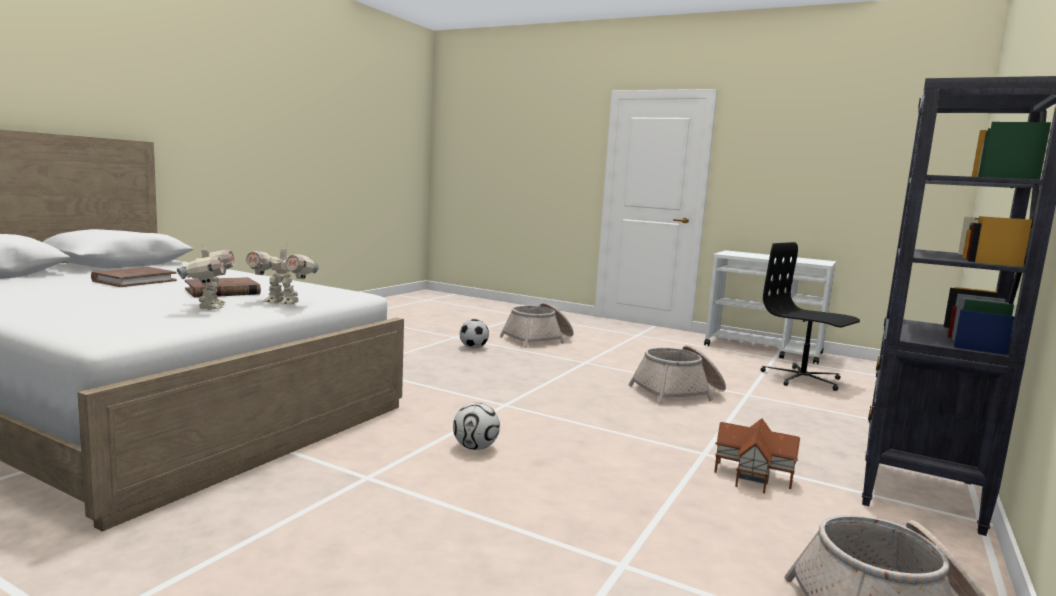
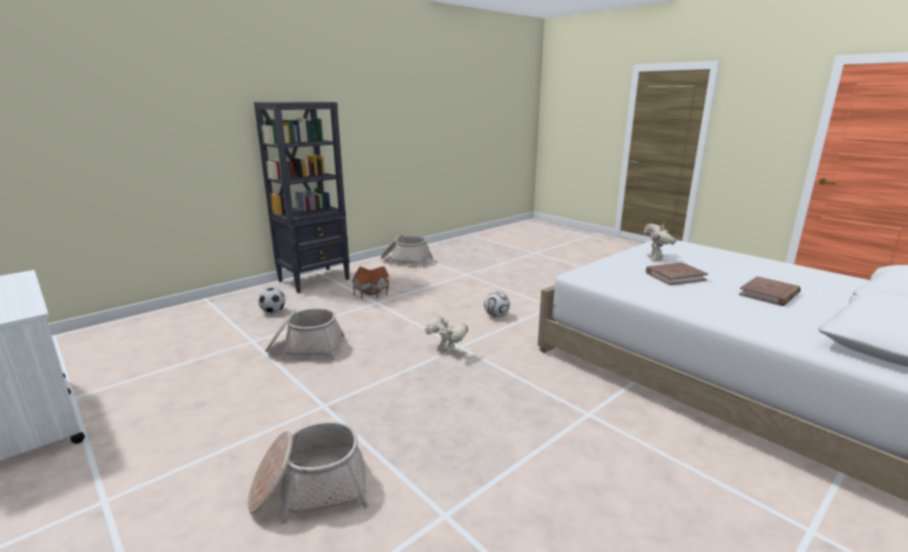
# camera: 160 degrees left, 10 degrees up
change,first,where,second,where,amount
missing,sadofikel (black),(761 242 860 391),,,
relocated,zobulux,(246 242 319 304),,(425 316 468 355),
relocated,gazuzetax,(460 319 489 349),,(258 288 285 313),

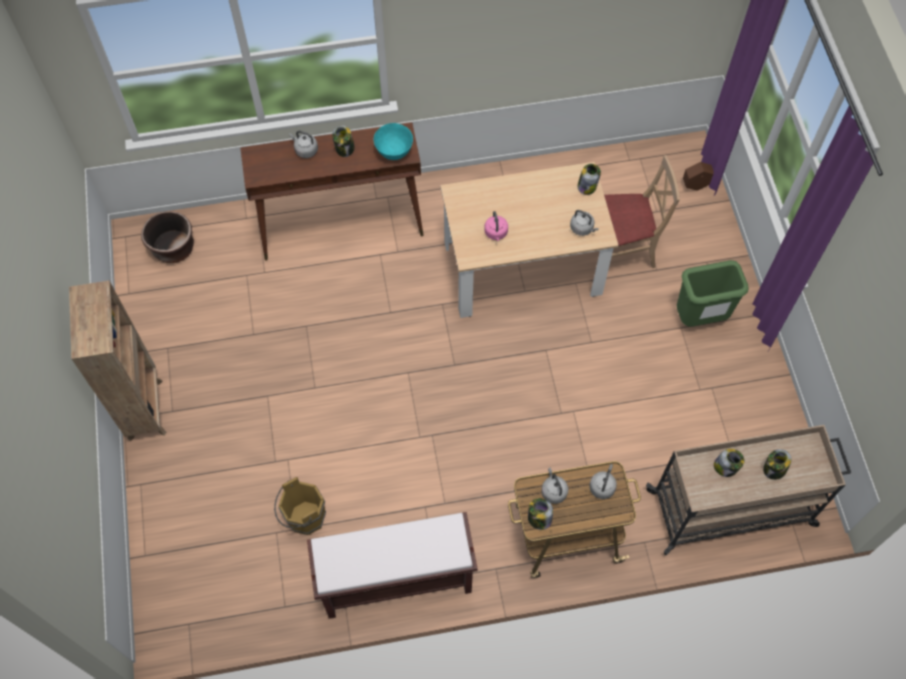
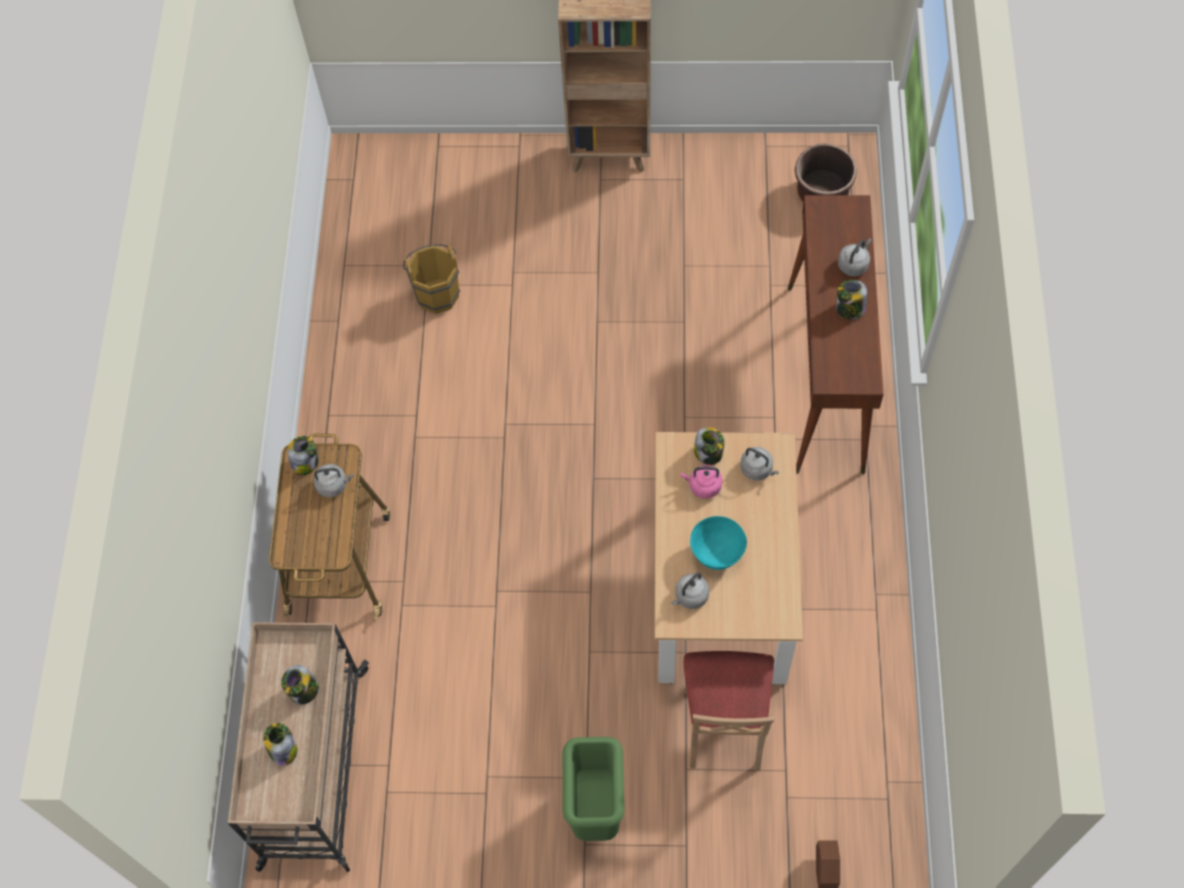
# camera: 105 degrees right, 0 degrees up
change,first,where,second,where,amount
missing,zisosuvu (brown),(307 512 478 619),,,
relocated,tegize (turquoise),(374 123 413 160),,(690 516 747 570),
relocated,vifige,(577 164 601 195),,(694 427 724 465),
relocated,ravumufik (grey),(589 464 617 499),,(740 447 779 480),

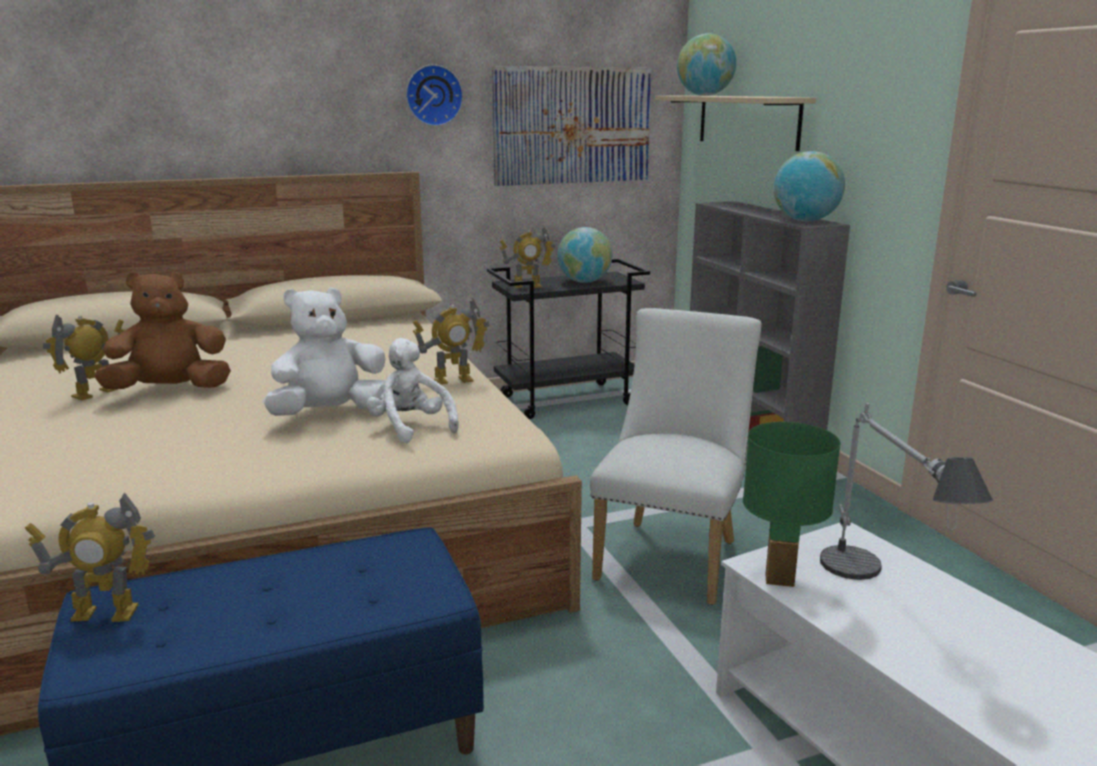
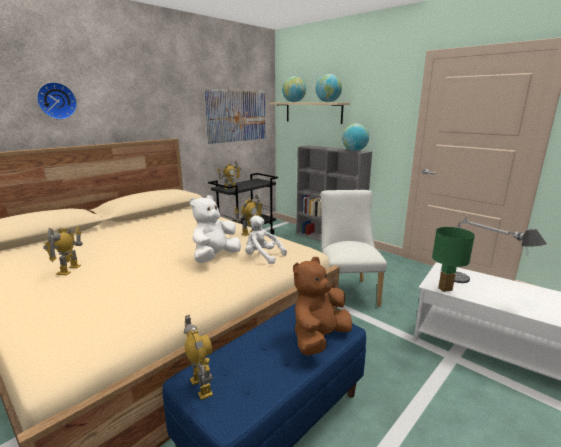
# camera: 25 degrees left, 0 degrees up
change,first,where,second,where,amount
relocated,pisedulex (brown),(94 272 231 389),,(293 257 352 356),
relocated,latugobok,(406 64 463 126),,(37 82 77 120),
relocated,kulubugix,(557 227 613 283),,(316 74 342 102),
spun,zobulux,(25 493 155 622),,(184 315 213 400),90 degrees counterclockwise

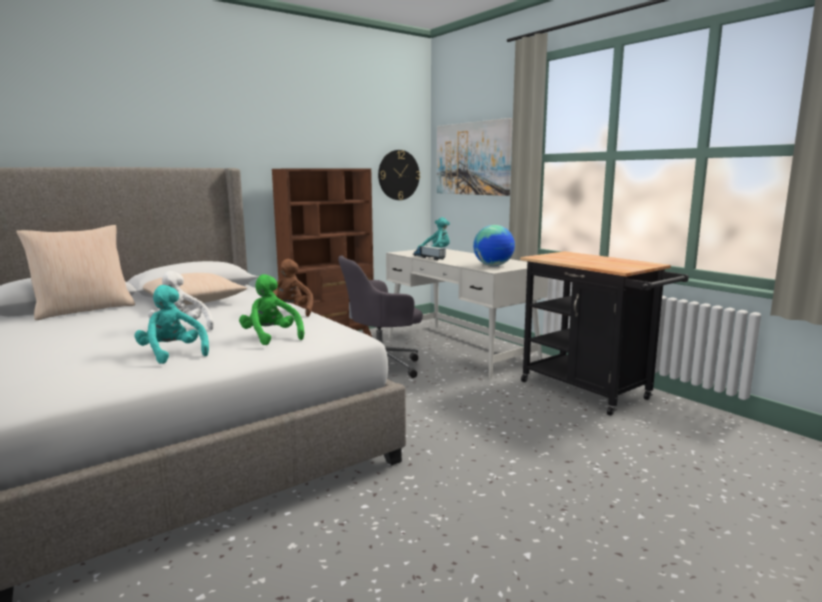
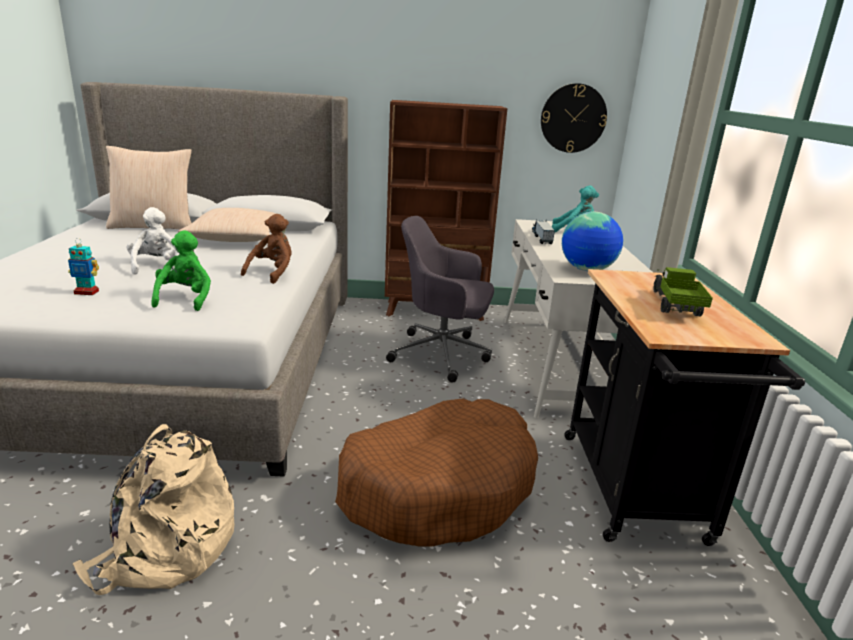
# camera: 35 degrees right, 10 degrees up
change,first,where,second,where,amount
missing,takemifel,(437 118 512 196),,,
appeared,,,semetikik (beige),(72 424 234 595),
appeared,,,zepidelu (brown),(335 398 538 547),
appeared,,,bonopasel,(653 267 713 316),
exchanged,pisedulex (turquoise),(134 285 209 364),zobulux,(68 238 99 295),

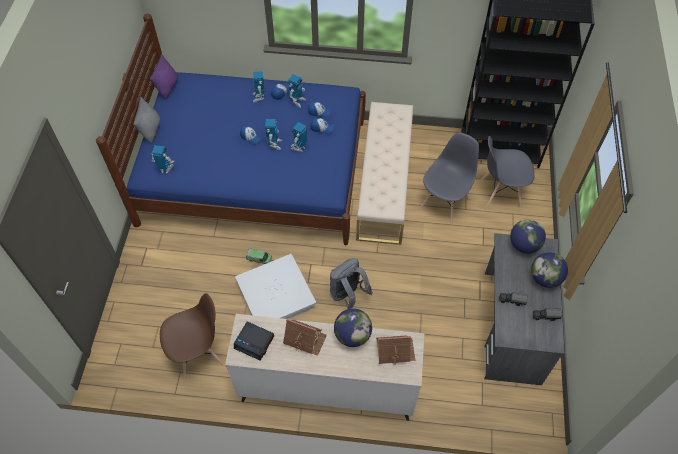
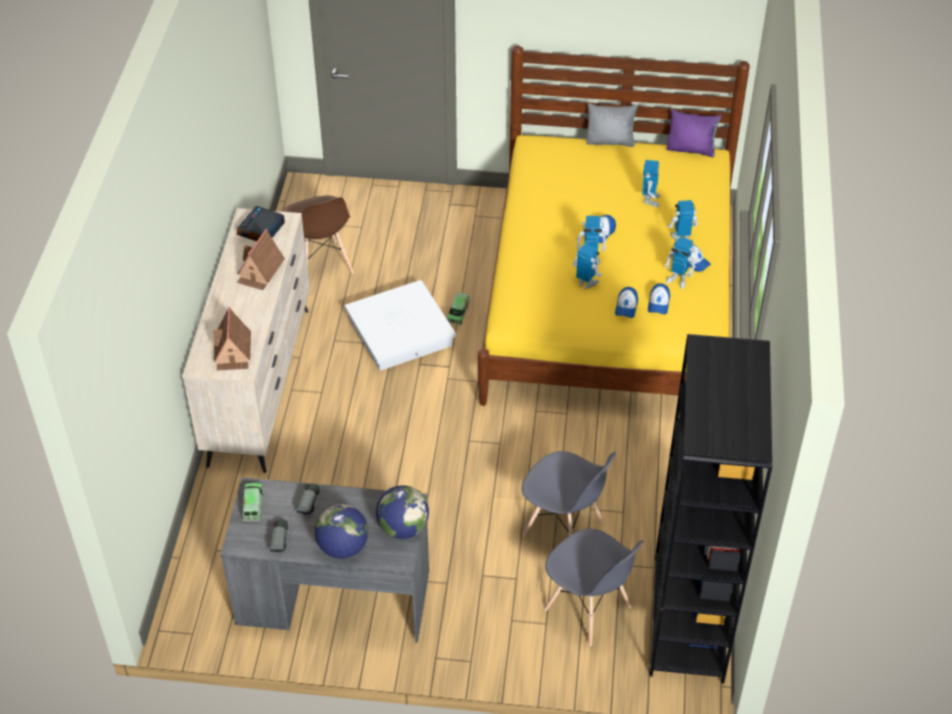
# camera: 90 degrees right, 10 degrees down
change,first,where,second,where,amount
missing,semetikik (grey),(330 258 373 309),,,
missing,kulubugix,(334 308 372 347),,,
missing,zisosuvu (beige),(356 102 413 245),,,
appeared,,,bonopasel,(242 483 263 521),
relocated,zobulux,(151 145 174 174),,(642 160 660 207),
colour,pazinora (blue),(96 13 366 246),pazinora (yellow),(478 46 750 406),
spun,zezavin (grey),(481 136 535 209),,(544 528 644 646),135 degrees clockwise

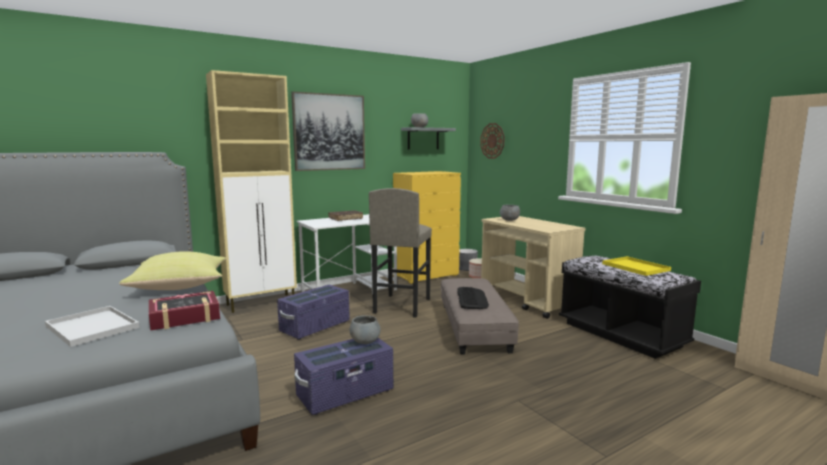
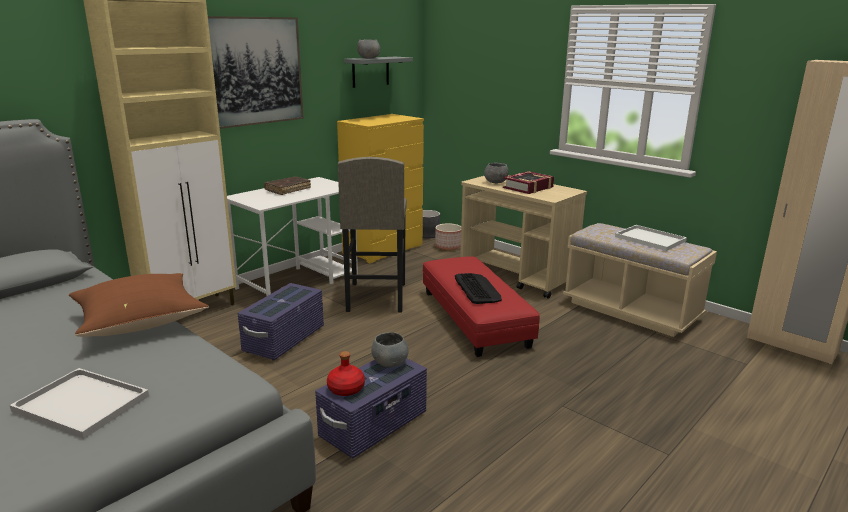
# camera: 15 degrees left, 10 degrees up
change,first,where,second,where,amount
missing,latugobok,(480 123 505 159),,,
appeared,,,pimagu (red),(327 351 365 396),
relocated,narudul,(149 291 220 331),,(503 171 554 194),
colour,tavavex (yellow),(119 251 226 290),tavavex (brown),(69 273 209 337),
colour,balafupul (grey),(441 278 519 355),balafupul (red),(423 256 540 357),
colour,zisosuvu (black),(559 256 701 359),zisosuvu (beige),(563 223 717 337),
colour,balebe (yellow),(602 256 671 276),balebe (white),(615 225 687 251),

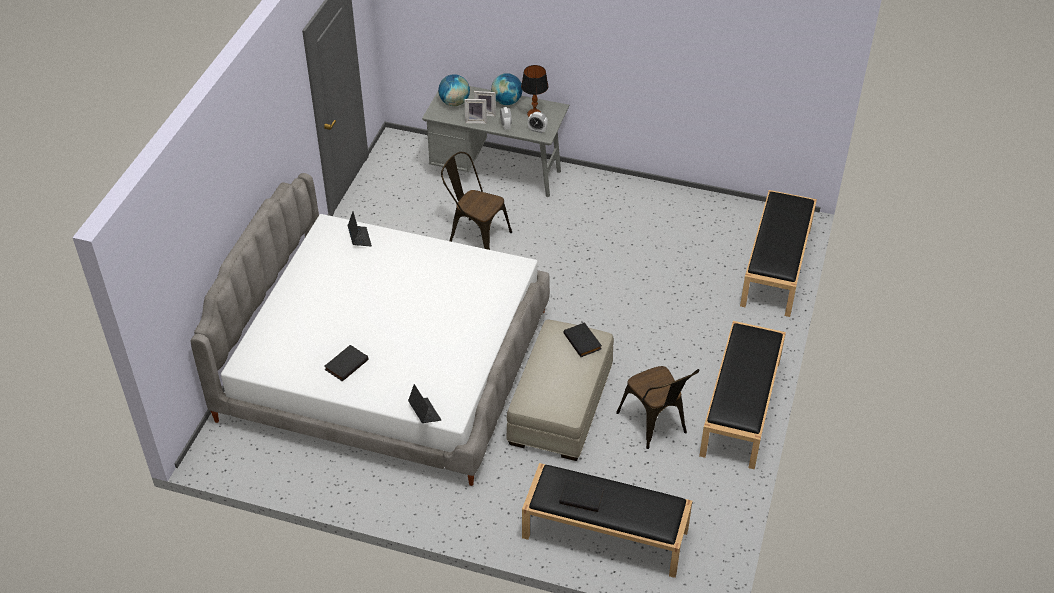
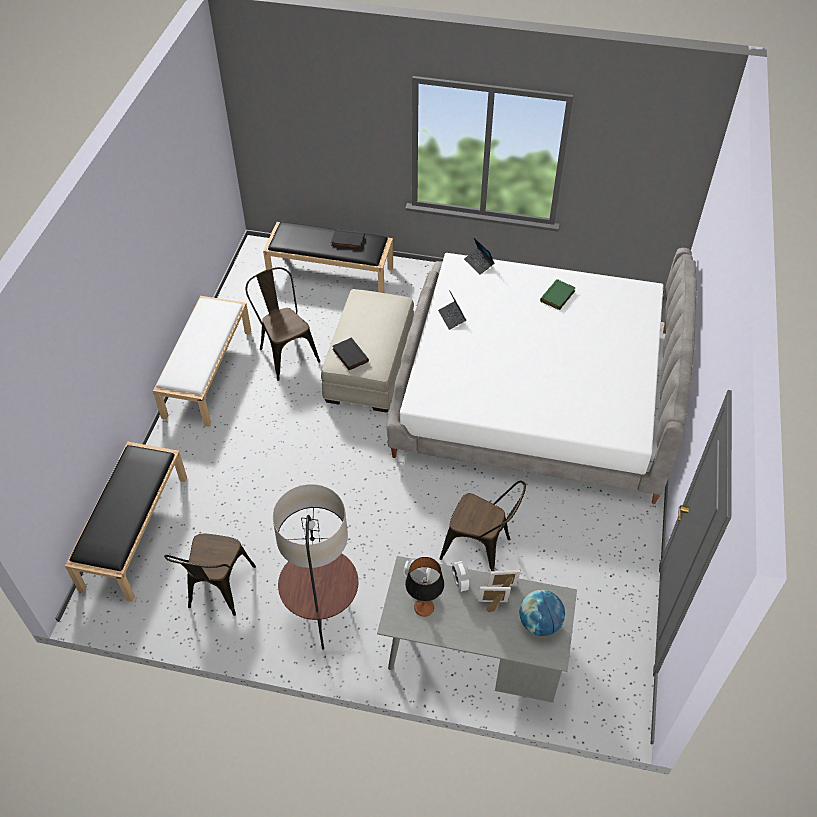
# camera: 175 degrees right, 5 degrees up
change,first,where,second,where,amount
missing,kulubugix,(491 73 523 105),,,
appeared,,,zezavin (brown),(164 534 256 616),
appeared,,,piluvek,(273 484 358 650),
relocated,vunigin,(348 211 372 246),,(438 290 466 330),
colour,narudul (black),(324 345 369 381),narudul (green),(540 279 576 310),
colour,zisosuvu (black),(699 321 786 469),zisosuvu (white),(153 296 251 427),

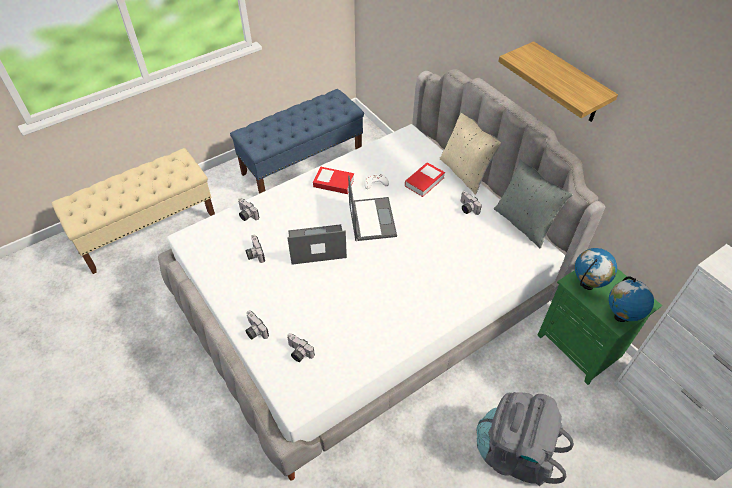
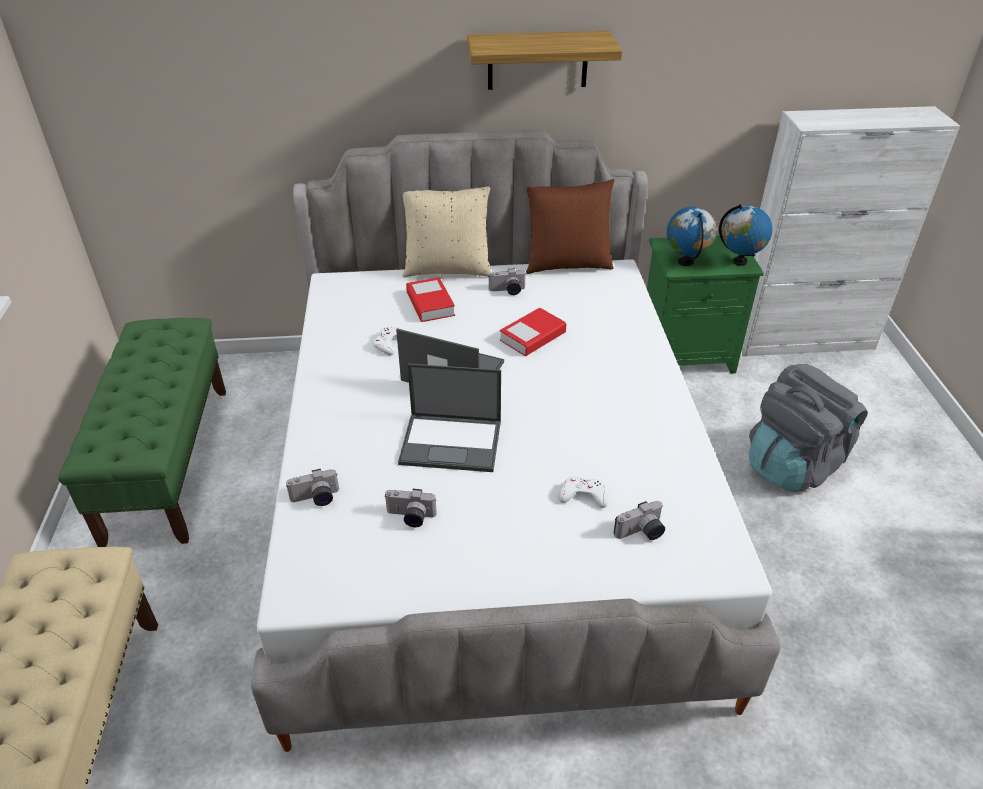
# camera: 60 degrees left, 10 degrees down
change,first,where,second,where,amount
missing,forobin,(245 310 269 340),,,
appeared,,,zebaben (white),(558 476 608 508),
relocated,narudul,(313 166 354 194),,(500 308 567 356),
colour,zisosuvu (blue),(230 89 364 194),zisosuvu (green),(58 318 226 547),
colour,tavavex (grey),(494 159 573 249),tavavex (brown),(526 179 615 274),
spun,vunigin,(287 224 347 265),,(398 364 501 472),105 degrees counterclockwise

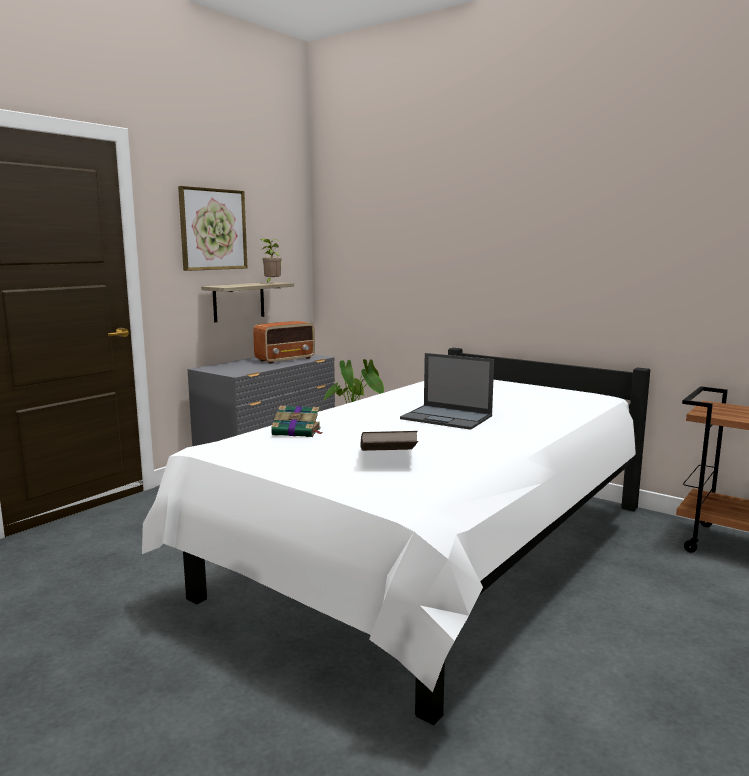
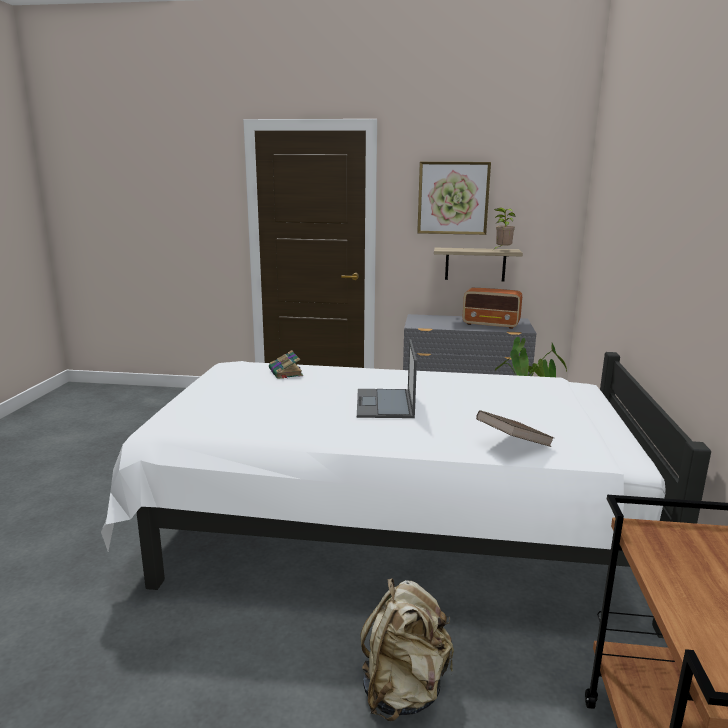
# camera: 60 degrees right, 5 degrees up
change,first,where,second,where,amount
appeared,,,semetikik (beige),(361 578 454 721),
relocated,narudul (brown),(360 431 418 451),,(476 410 554 447),

